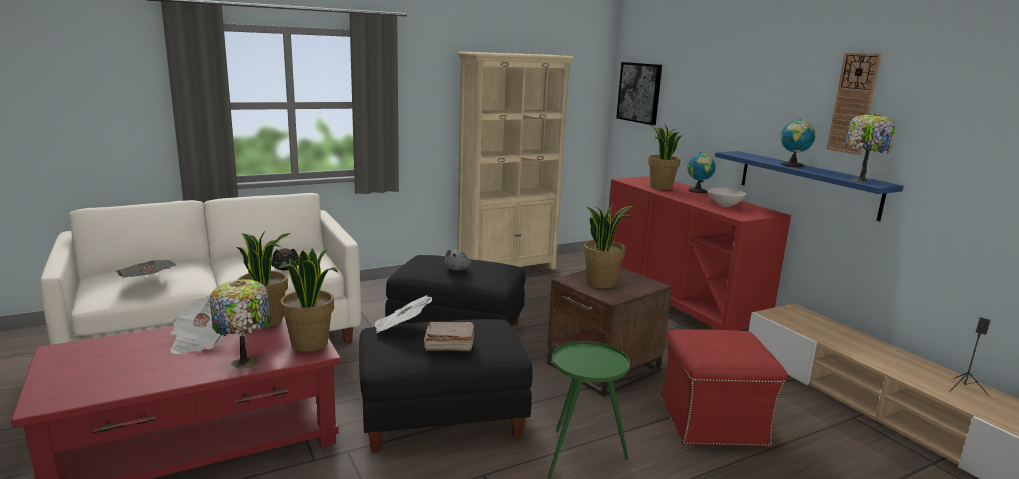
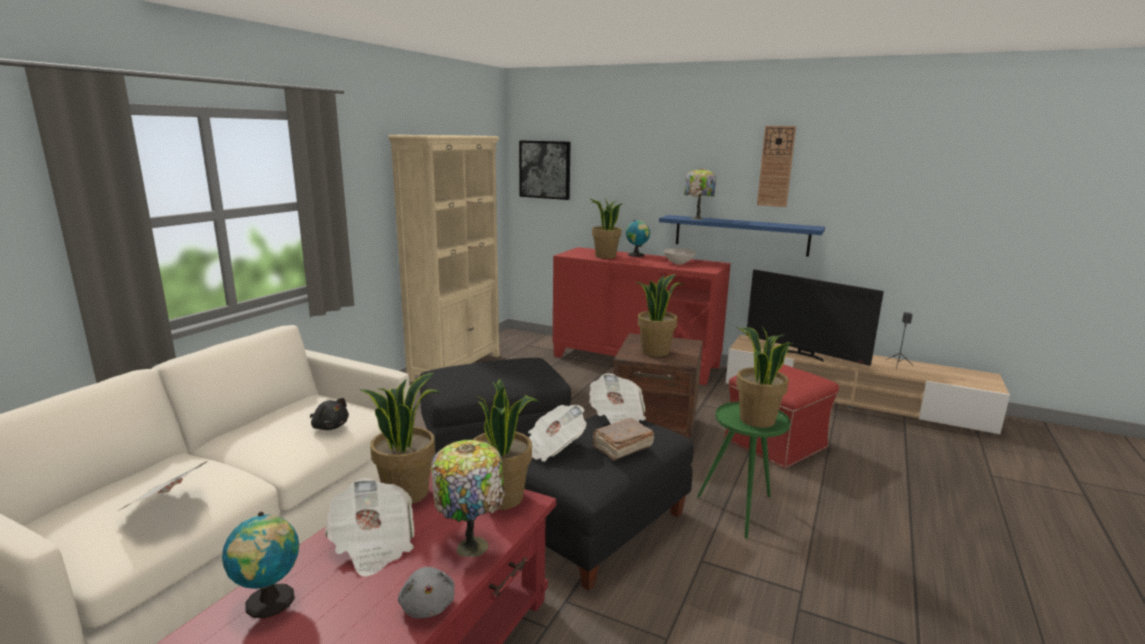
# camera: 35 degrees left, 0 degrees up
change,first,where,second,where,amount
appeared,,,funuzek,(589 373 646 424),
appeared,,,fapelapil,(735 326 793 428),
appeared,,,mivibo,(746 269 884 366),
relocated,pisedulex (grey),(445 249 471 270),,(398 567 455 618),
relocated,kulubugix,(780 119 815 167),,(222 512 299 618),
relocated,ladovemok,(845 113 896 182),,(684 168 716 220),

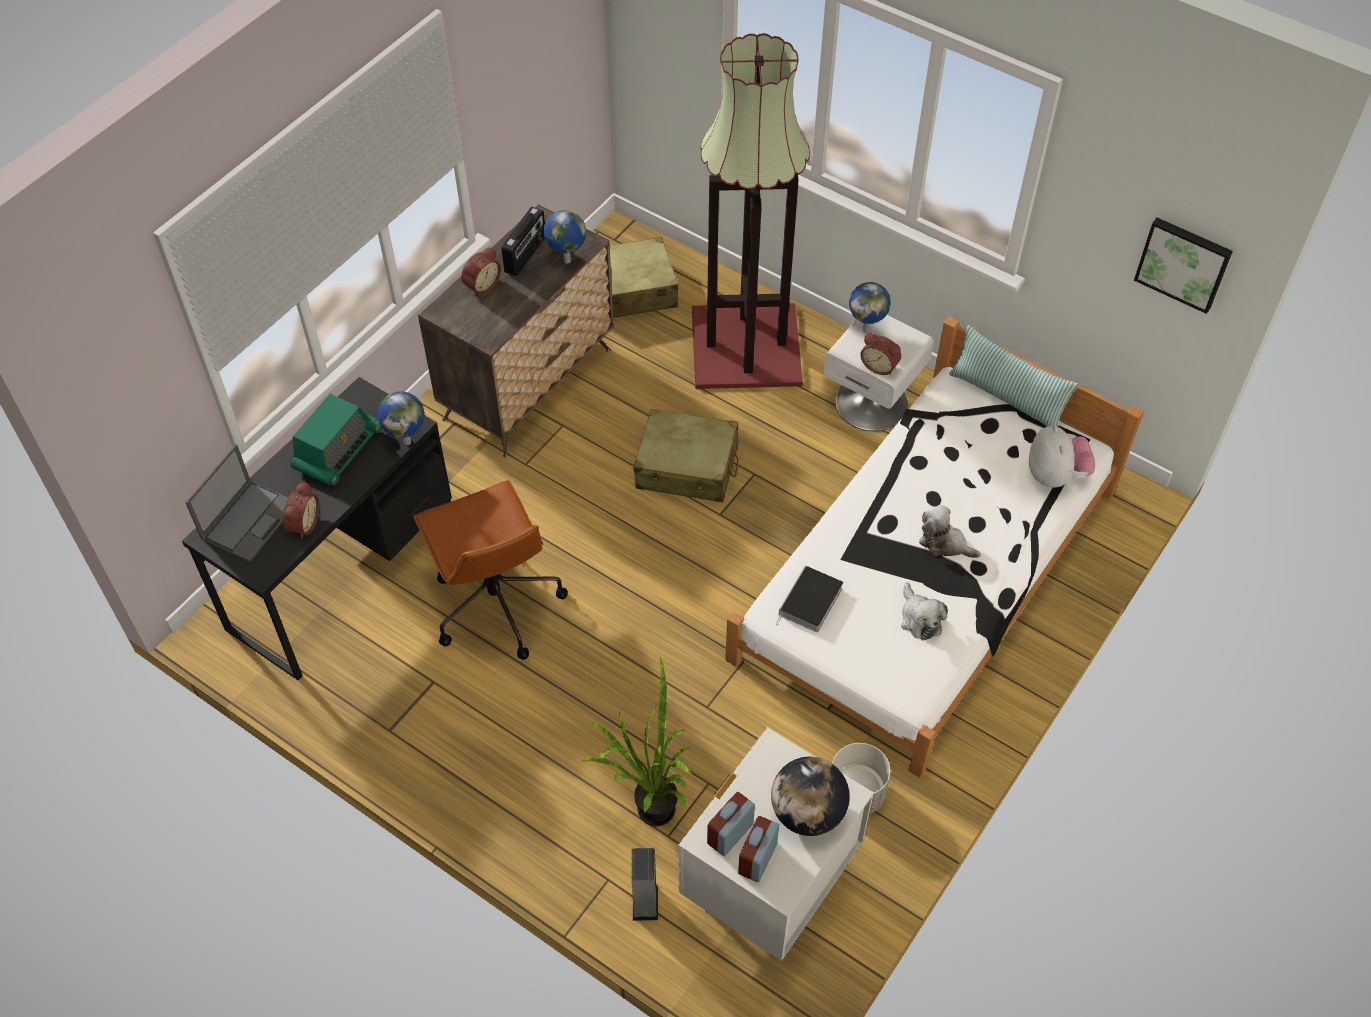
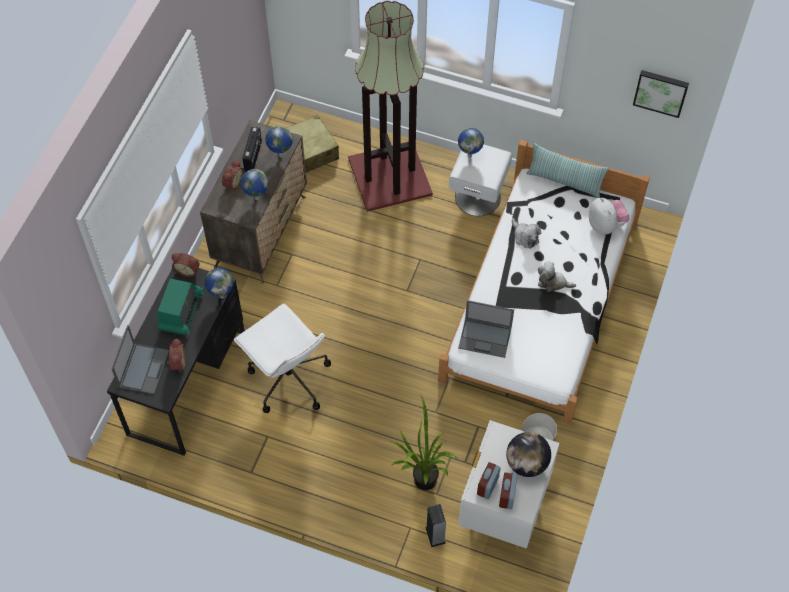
# camera: 15 degrees left, 5 degrees up
change,first,where,second,where,amount
missing,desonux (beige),(634 409 739 502),,,
appeared,,,kulubugix,(241 169 269 200),
relocated,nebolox,(860 333 901 375),,(172 253 200 277),
relocated,pisedulex,(901 583 948 641),,(512 218 541 249),
exchanged,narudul,(776 565 843 632),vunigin,(458 300 514 358),
colour,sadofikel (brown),(414 480 568 660),sadofikel (white),(234 304 331 413),

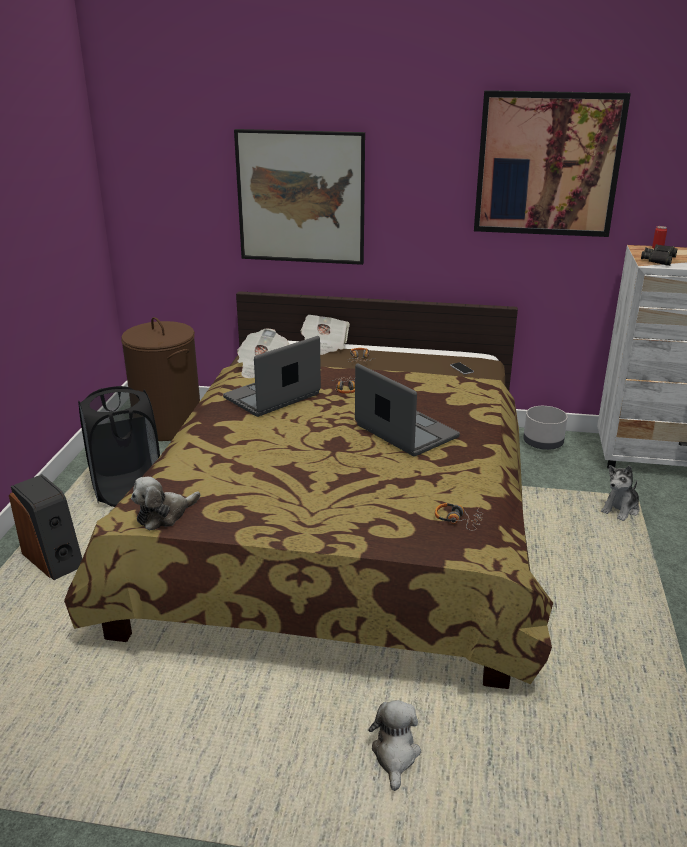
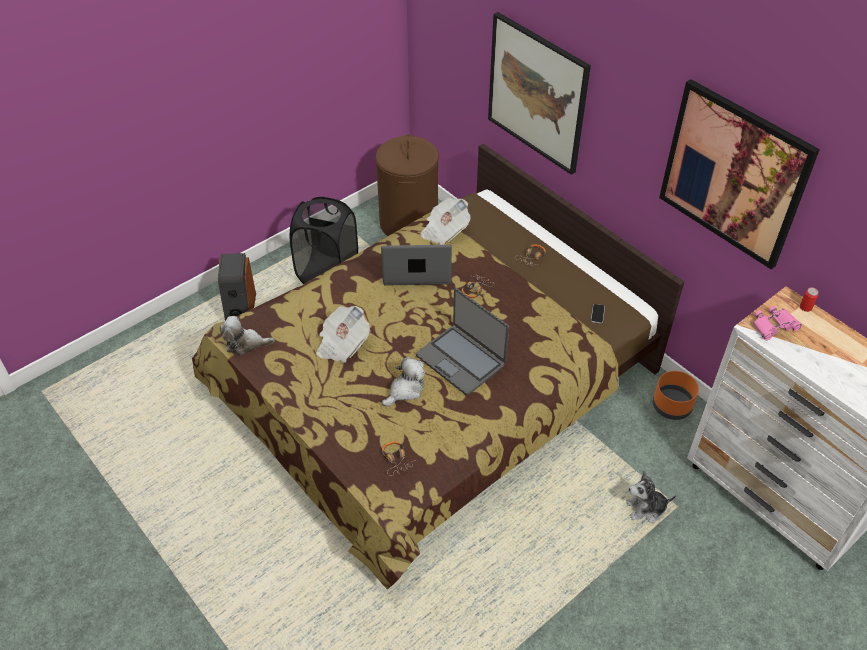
# camera: 40 degrees right, 20 degrees up
change,first,where,second,where,amount
relocated,funuzek,(300 315 350 355),,(316 306 370 363),
relocated,pisedulex,(368 700 421 791),,(382 357 425 406),
colour,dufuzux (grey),(523 406 568 450),dufuzux (orange),(653 371 699 420),
colour,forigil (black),(641 244 677 266),forigil (pink),(753 306 802 341),
spun,vunigin,(355 363 460 456),,(416 288 509 395),135 degrees clockwise

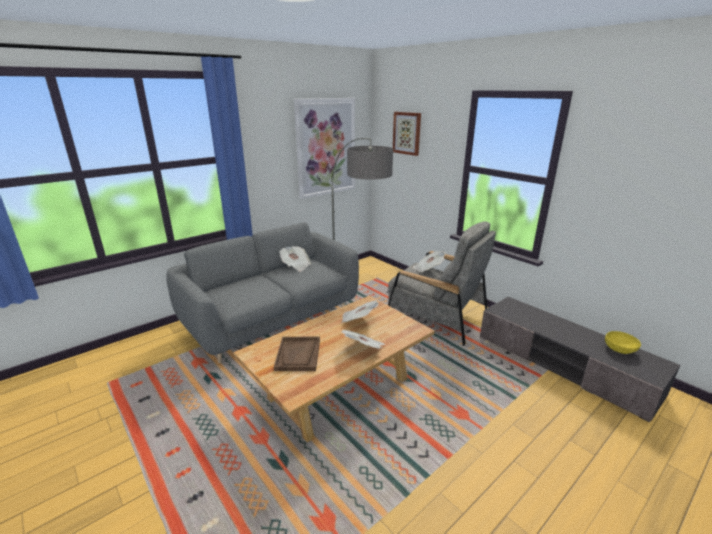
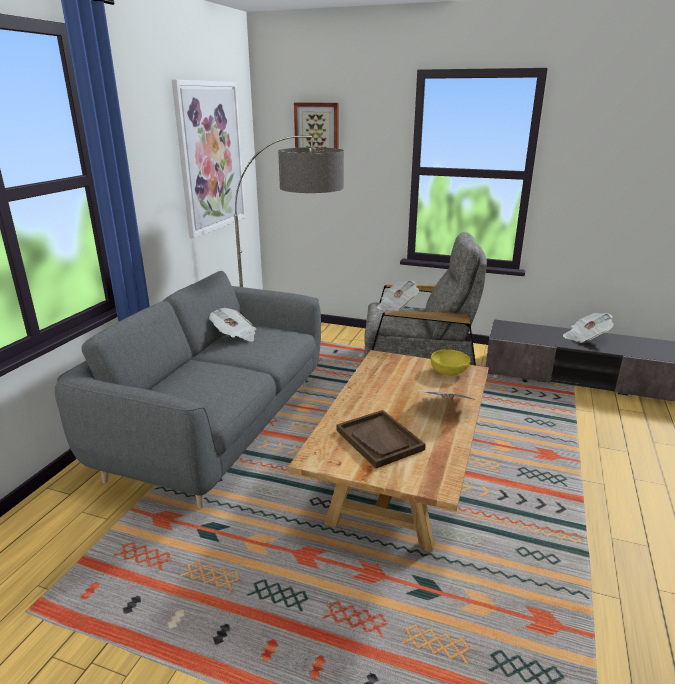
# camera: 30 degrees left, 0 degrees up
change,first,where,second,where,amount
relocated,funuzek,(341 300 379 323),,(563 313 613 343),
relocated,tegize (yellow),(605 331 641 354),,(431 349 470 375),

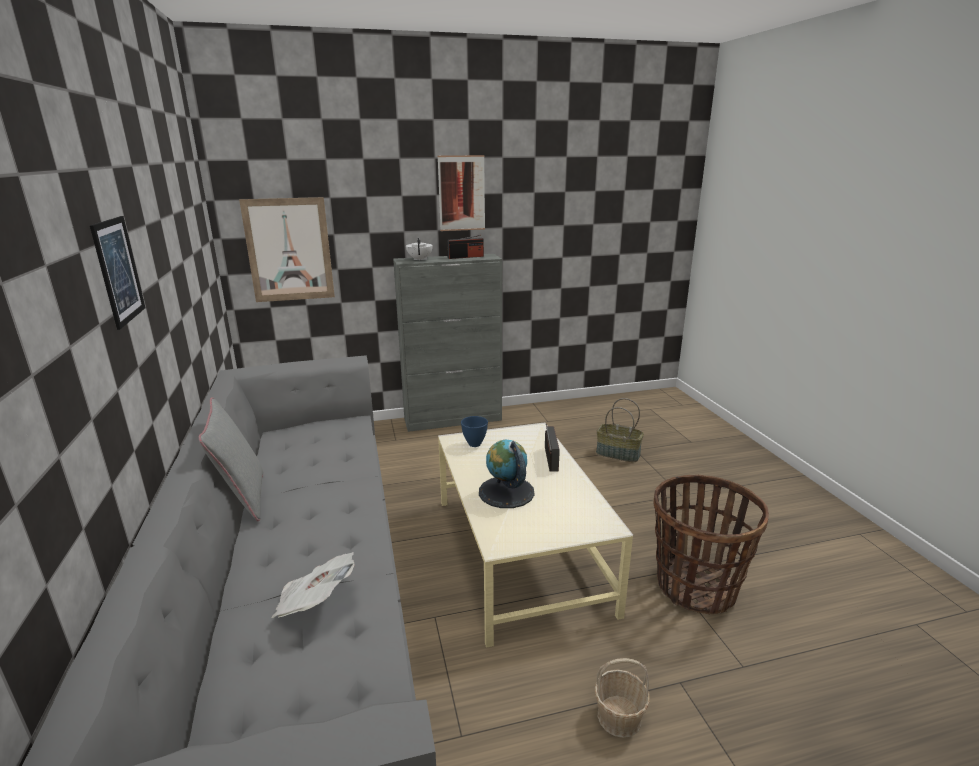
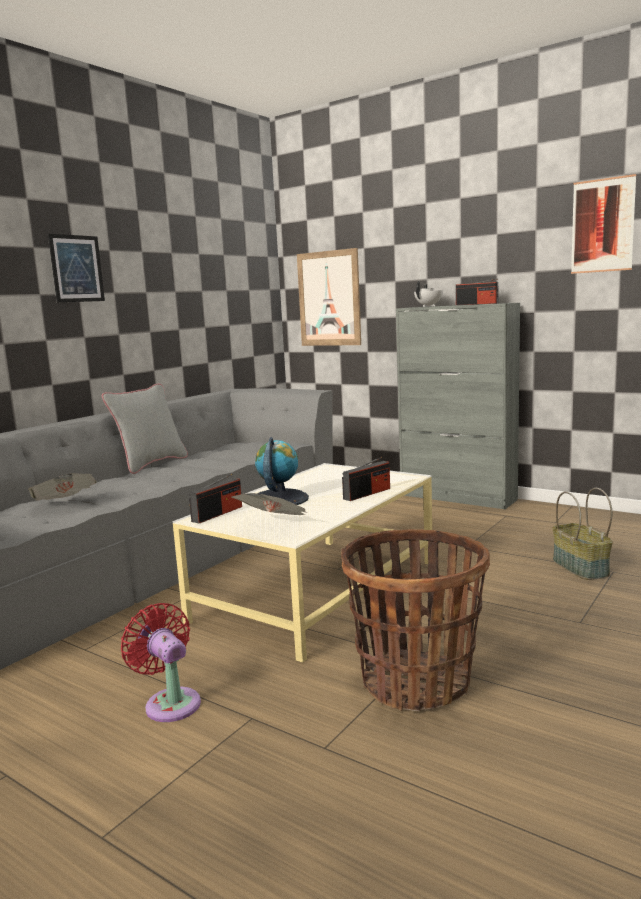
# camera: 50 degrees right, 10 degrees down
change,first,where,second,where,amount
missing,tegize (blue),(461 416 488 447),,,
appeared,,,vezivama,(189 474 242 524),
appeared,,,funuzek,(231 493 308 515),
relocated,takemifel,(438 155 485 231),,(571 174 636 274),
exchanged,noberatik,(594 658 650 738),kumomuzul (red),(121 603 201 722),

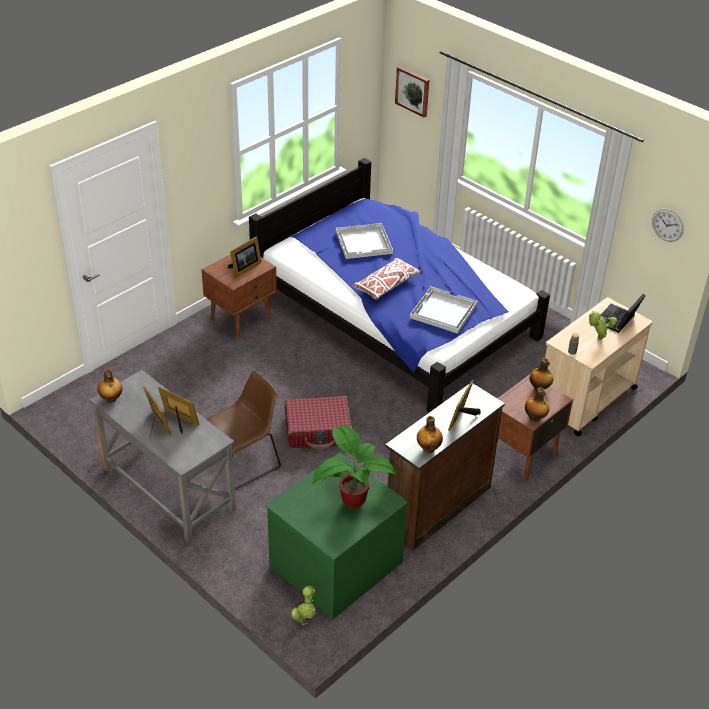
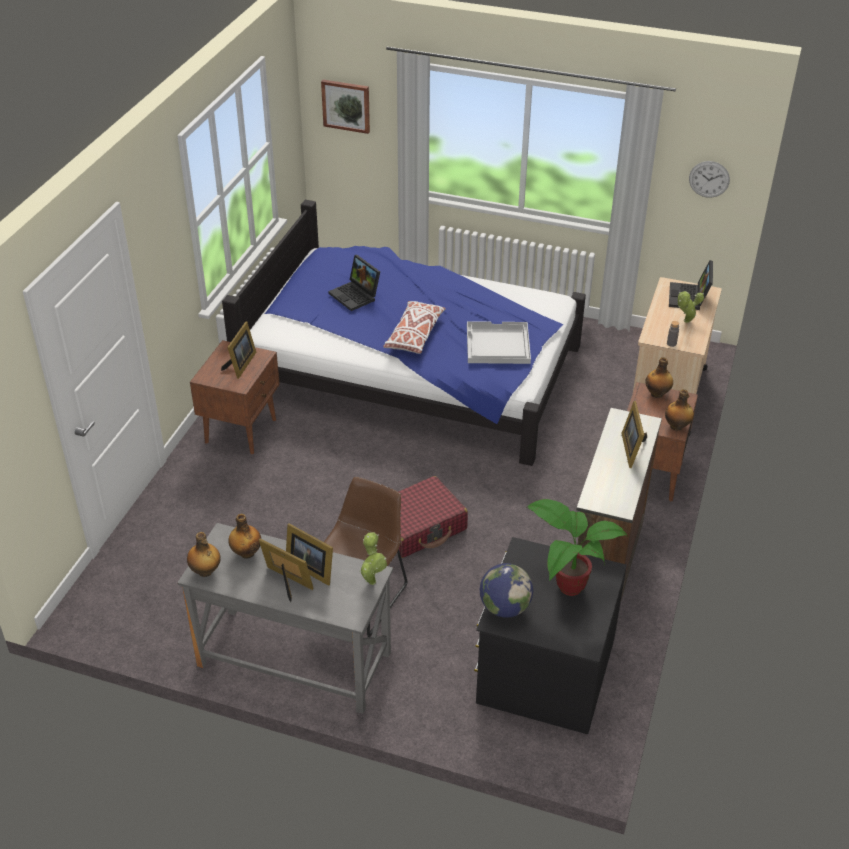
# camera: 25 degrees left, 0 degrees up
change,first,where,second,where,amount
appeared,,,kulubugix,(480 563 533 618),
relocated,fapelapil,(291 586 316 625),,(359 532 387 585),
relocated,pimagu,(417 416 443 453),,(228 514 261 559),
exchanged,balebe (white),(336 223 393 259),vunigin,(328 255 380 311),
colour,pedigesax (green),(265 452 408 619),pedigesax (black),(474 537 627 734),
spun,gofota,(158 387 199 433),,(286 523 333 586),150 degrees counterclockwise

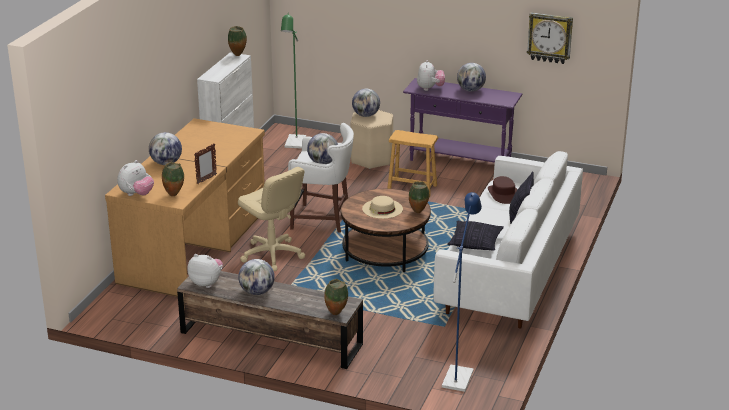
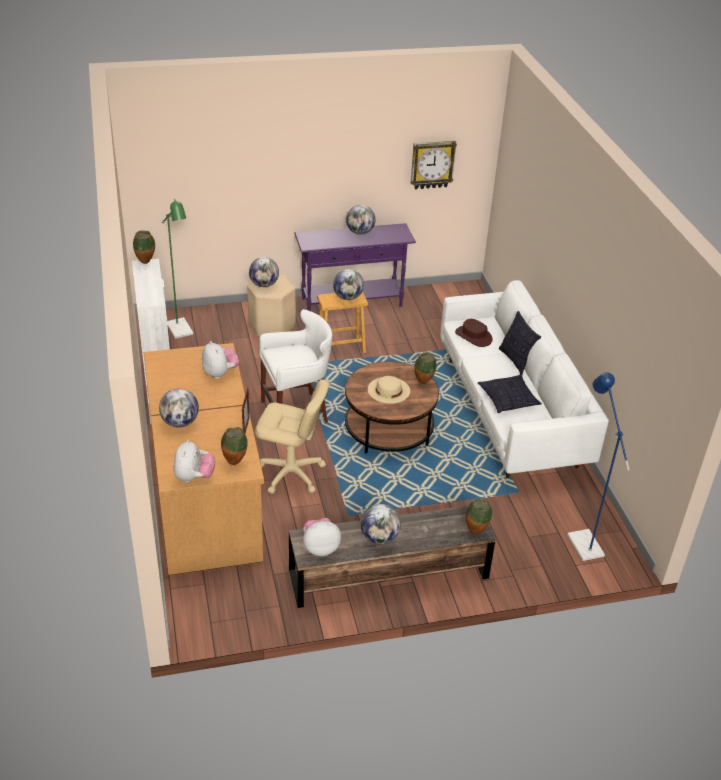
# camera: 35 degrees left, 10 degrees up
change,first,where,second,where,amount
relocated,kulubugix,(307 133 338 164),,(333 269 364 300),
relocated,pisedulex,(417 60 445 91),,(202 341 240 379),

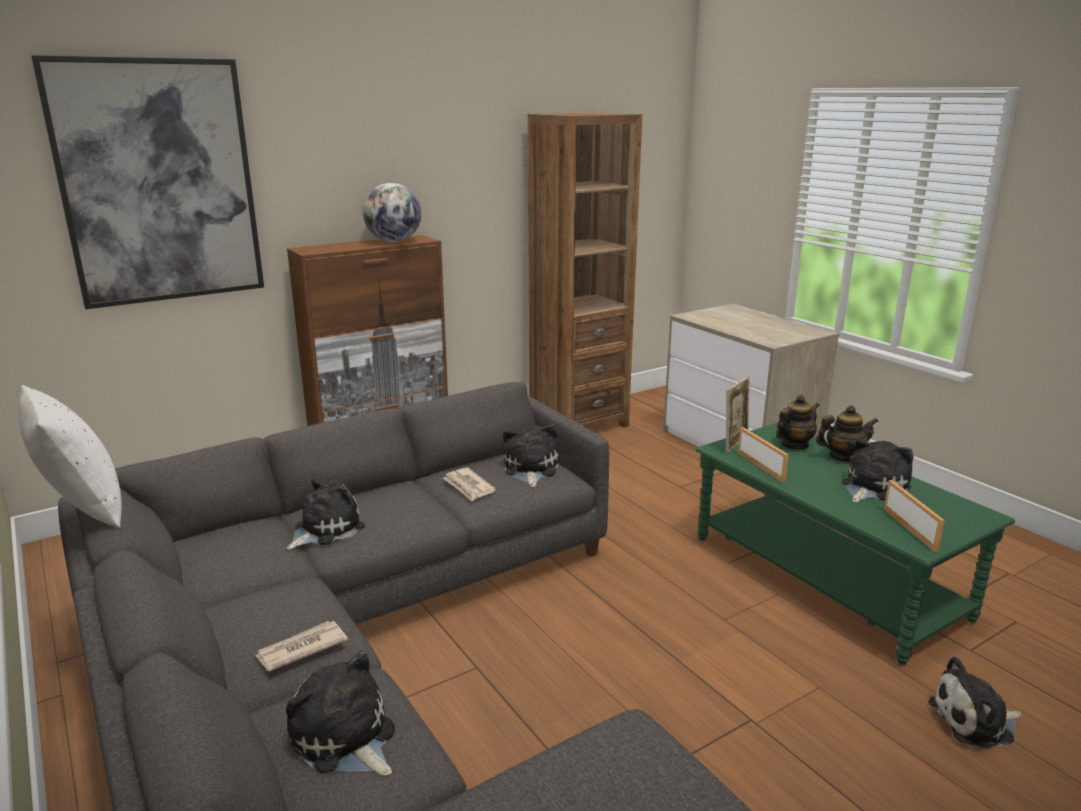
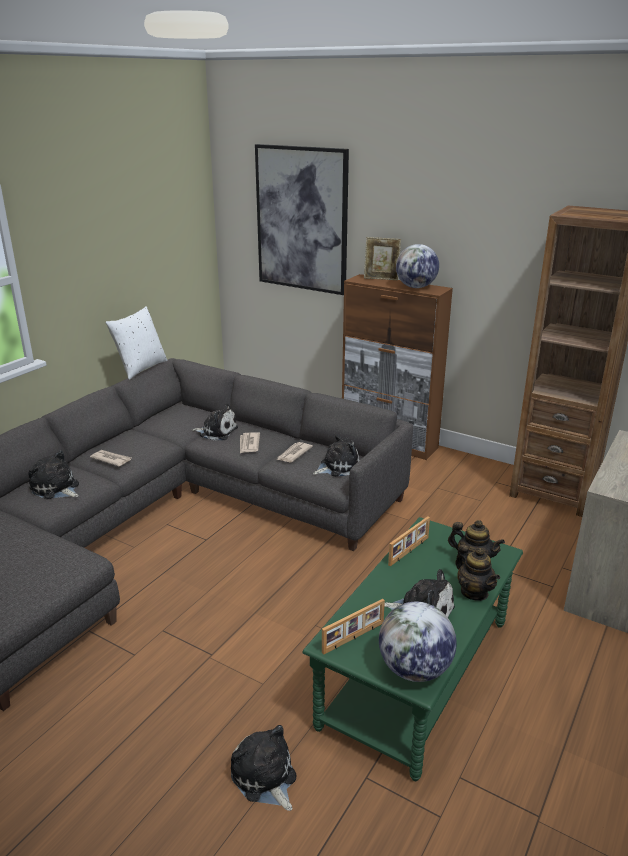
# camera: 65 degrees right, 5 degrees up
change,first,where,second,where,amount
appeared,,,funuzek,(240 432 260 453),
appeared,,,kulubugix,(379 602 457 682),
relocated,gofota,(726 376 750 453),,(364 237 401 280),
spun,pisedulex,(286 651 395 776),,(28 450 79 499),75 degrees counterclockwise

